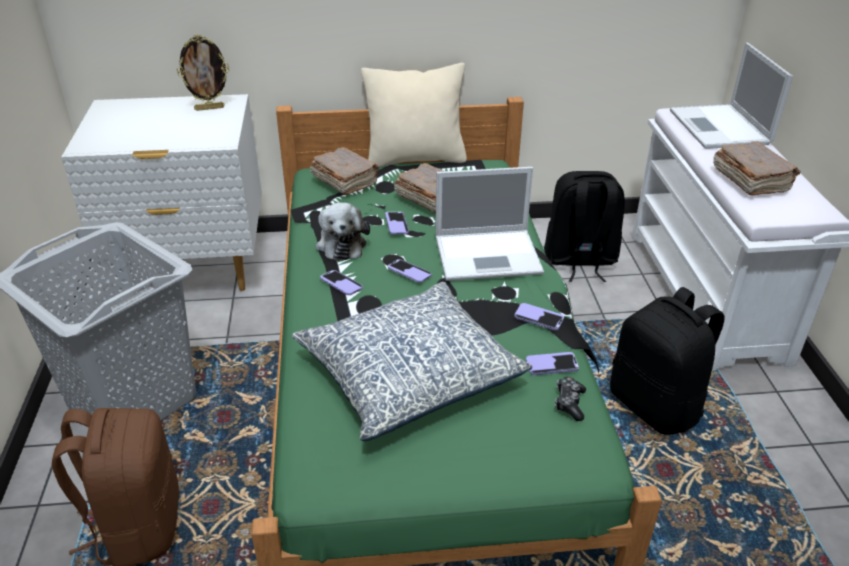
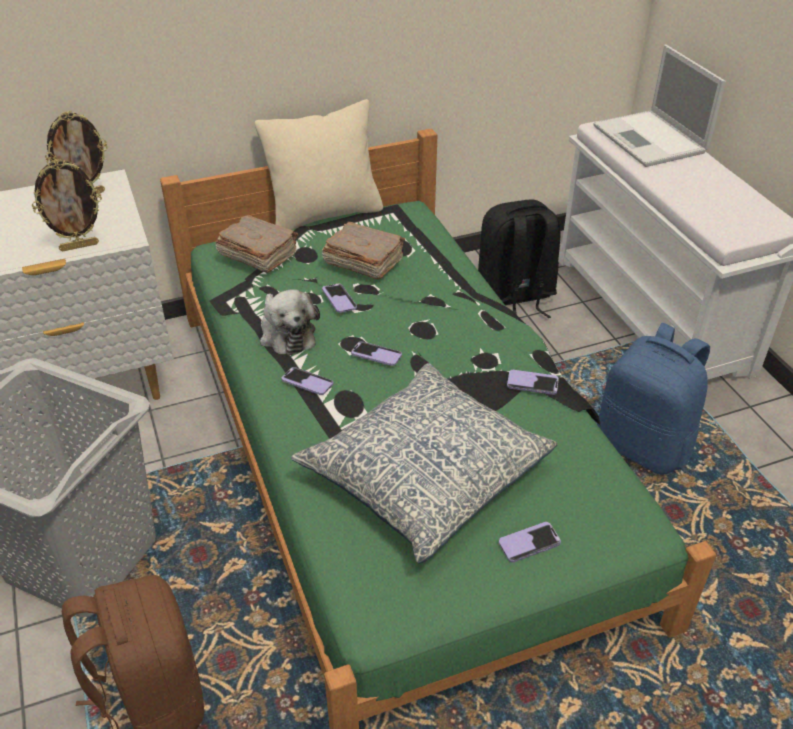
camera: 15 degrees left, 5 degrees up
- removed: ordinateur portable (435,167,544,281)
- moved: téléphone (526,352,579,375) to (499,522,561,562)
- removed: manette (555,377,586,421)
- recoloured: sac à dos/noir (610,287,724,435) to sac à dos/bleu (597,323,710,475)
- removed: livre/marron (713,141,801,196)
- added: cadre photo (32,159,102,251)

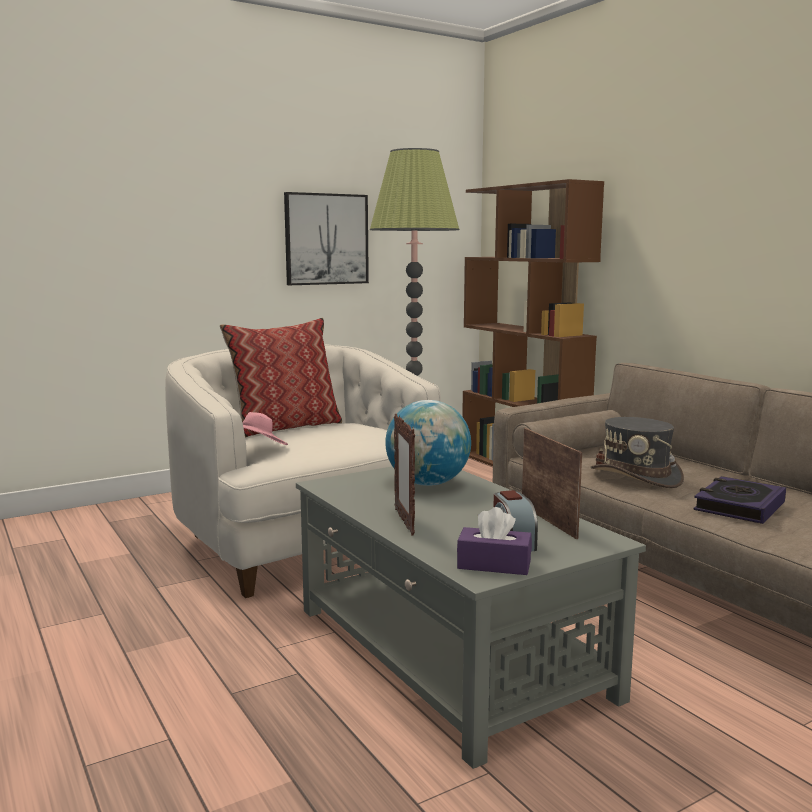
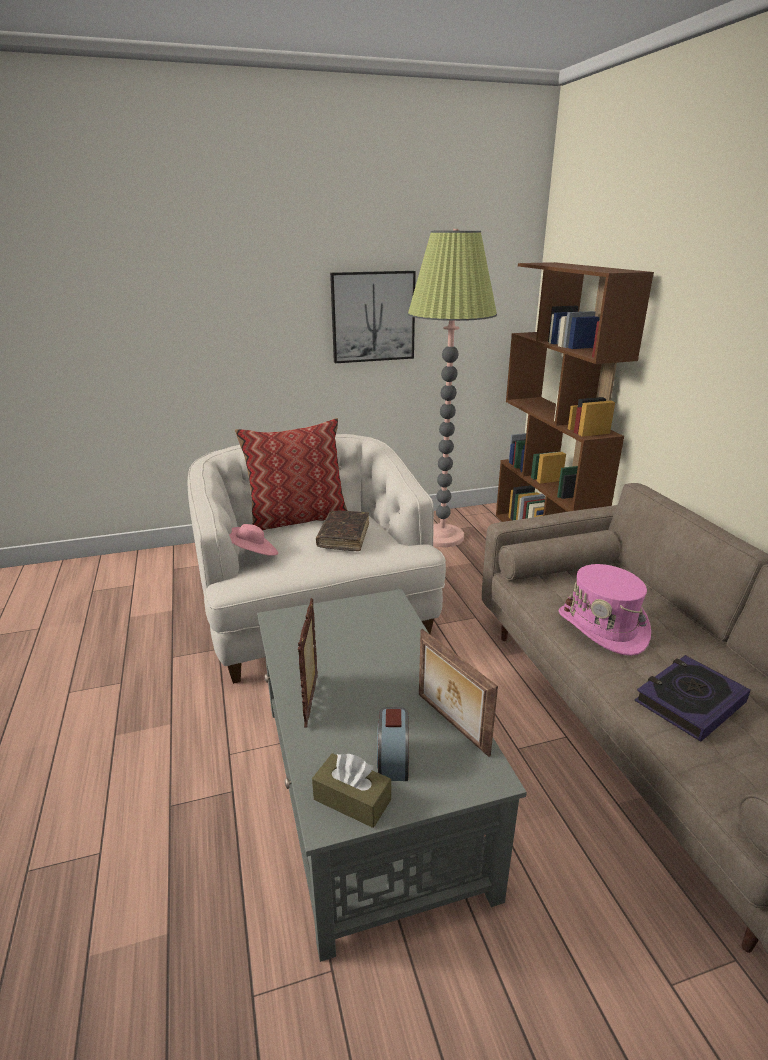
camera: 15 degrees right, 15 degrees up
- removed: globe (385,400,471,486)
- recoloured: boîte à mouchoirs/violet (457,507,532,575) to boîte à mouchoirs/marron (312,753,391,828)
- turned: cadre photo (522,428,582,539) = (419,629,498,757) 150 degrees clockwise
- recoloured: chapeau/gris (590,417,684,488) to chapeau/rose (559,564,651,656)
- added: livre/marron (316,510,369,551)

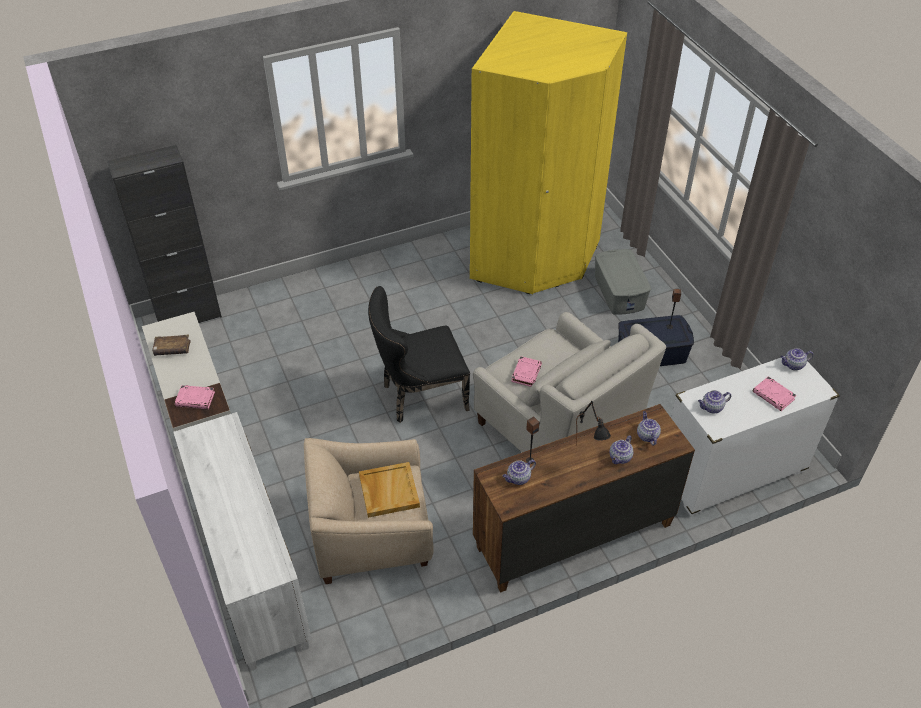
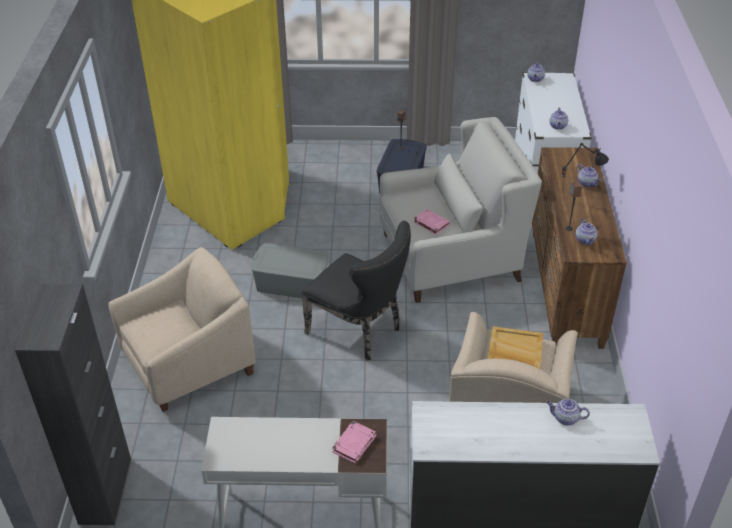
camera: 65 degrees left, 5 degrees down
- removed: livre/marron (152,334,191,356)
- turned: chaise/noir (368,286,470,423) = (302,221,411,361) 60 degrees counterclockwise
- moved: boîte de rangement/gris (595,249,651,315) to (251,243,328,298)
- moved: théière (637,411,661,446) to (547,398,590,425)
- removed: livre/rose (753,376,797,411)
- added: fauteuil/beige (108,247,256,412)

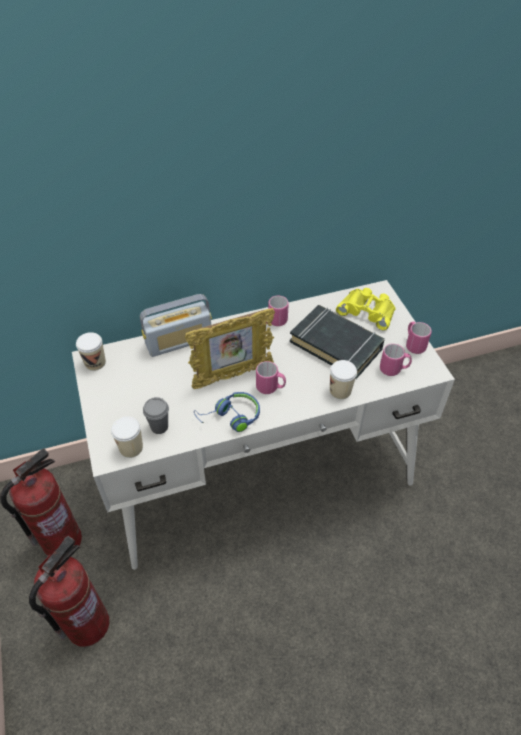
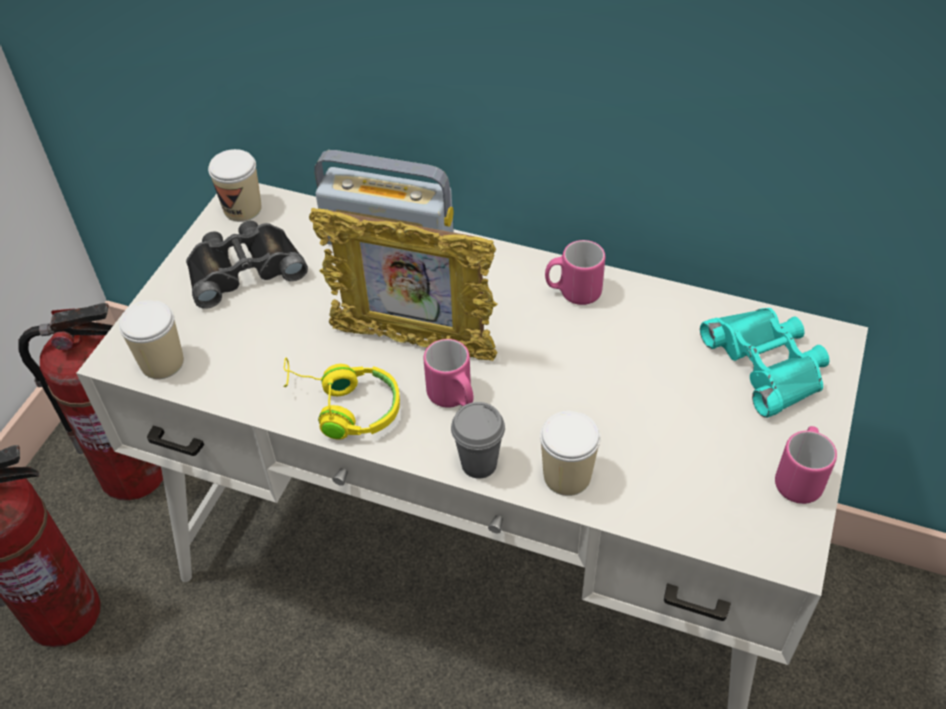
camera: 40 degrees right, 0 degrees up
- moved: tasse/gris (143,397,169,434) to (451,402,505,479)
- recoloured: casque audio/bleu (194,392,260,432) to casque audio/jaune (283,358,400,440)
- removed: livre/noir (290,305,385,379)
- recoloured: jumelles/jaune (336,288,396,330) to jumelles/turquoise (700,308,829,418)
- removed: mug/rose (380,344,412,376)
- added: jumelles/noir (186,221,308,309)

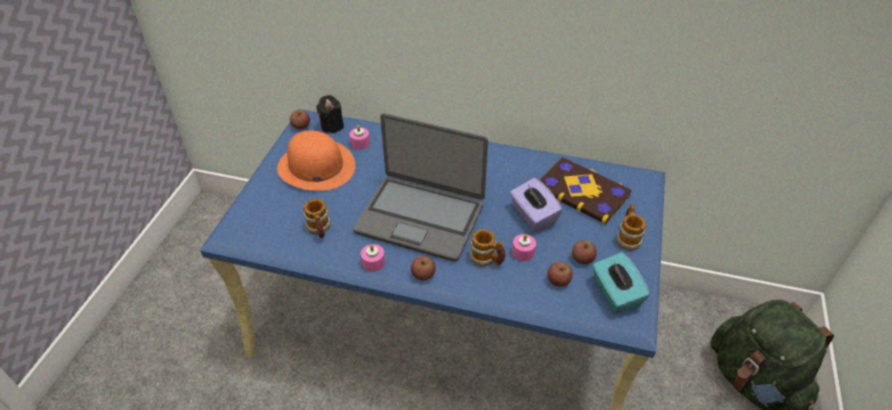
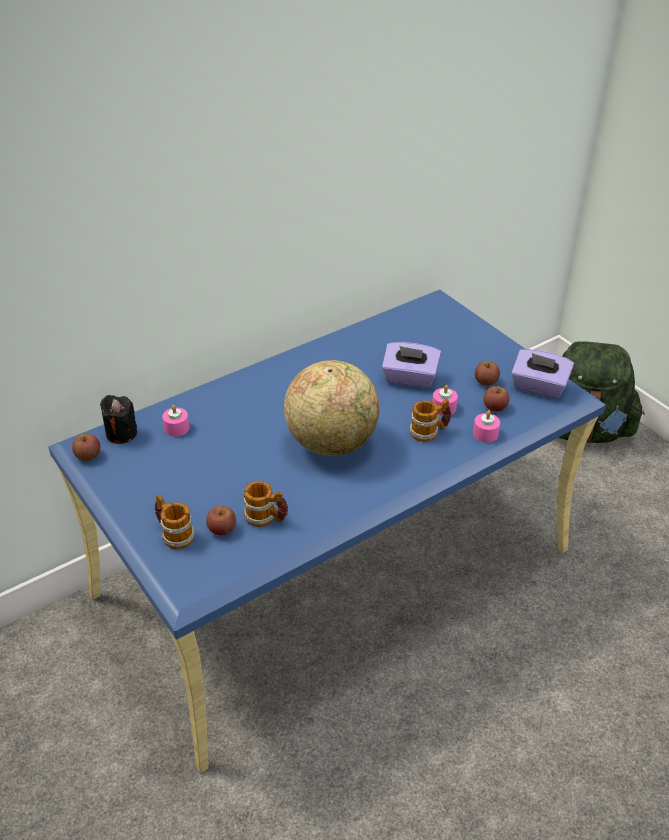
camera: 50 degrees left, 5 degrees down
- removed: chapeau/orange (277,130,355,191)
- replaced: ordinateur portable (353,113,488,262) to globe (284,360,380,456)
- moved: bougie/rose (361,244,385,272) to (473,411,500,442)
- moved: pomme (411,256,436,281) to (206,506,236,536)
- removed: livre (539,157,632,224)
- recoloured: boîte à mouchoirs/turquoise (592,252,650,314) to boîte à mouchoirs/violet (511,349,574,399)
- moved: mug (617,204,646,251) to (155,495,195,549)

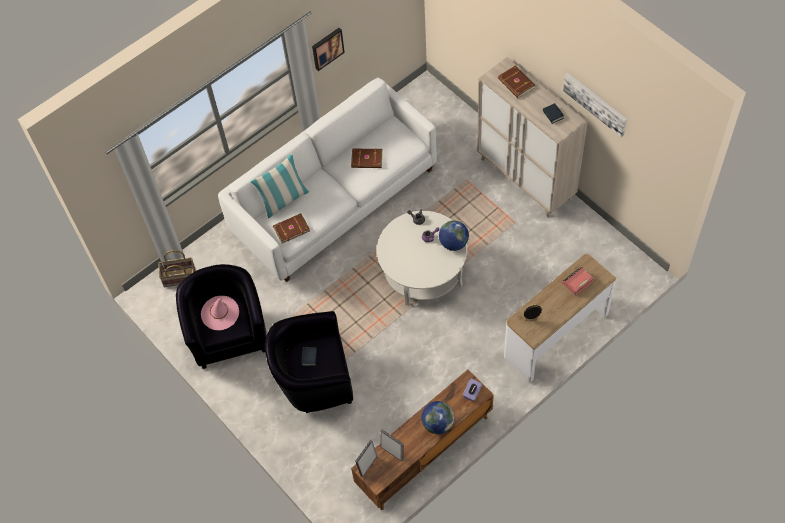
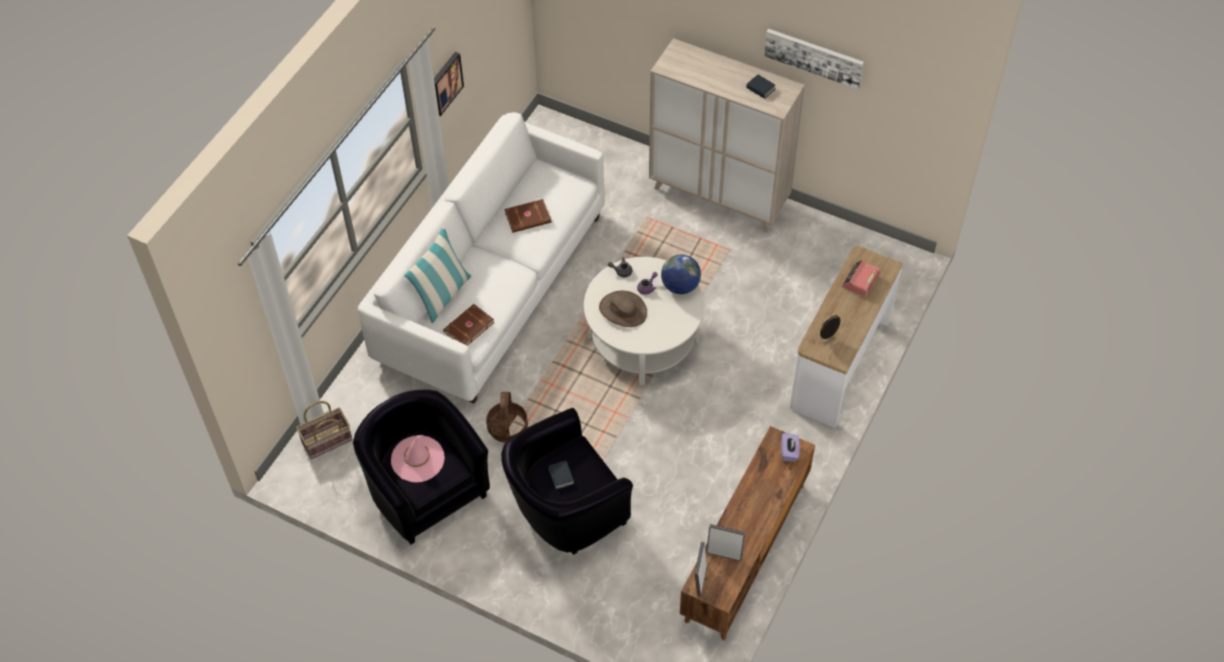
camera: 25 degrees left, 5 degrees down
- removed: globe (421,401,455,434)
- removed: livre/marron (498,66,535,98)
- added: panier (486,392,528,442)
- added: chapeau/marron (599,291,647,327)

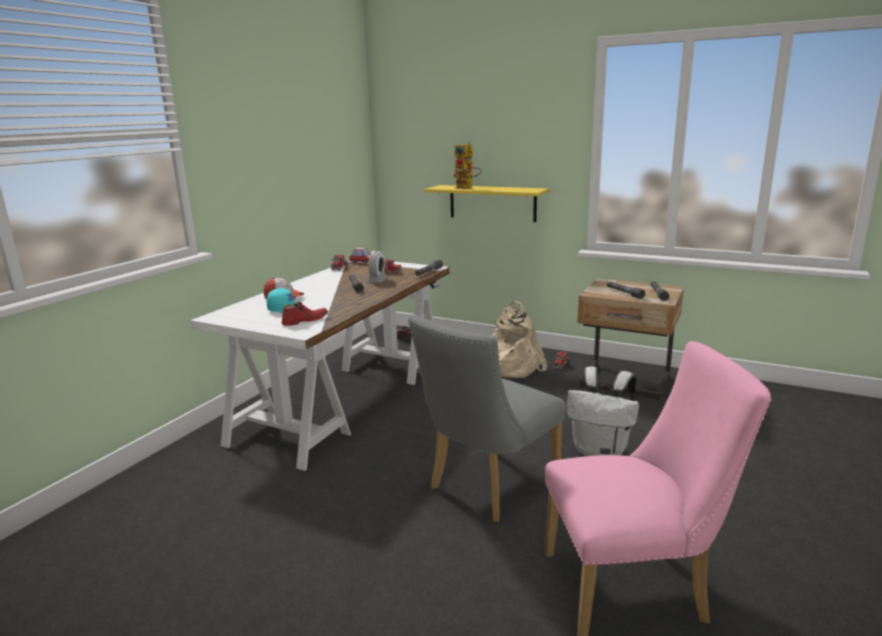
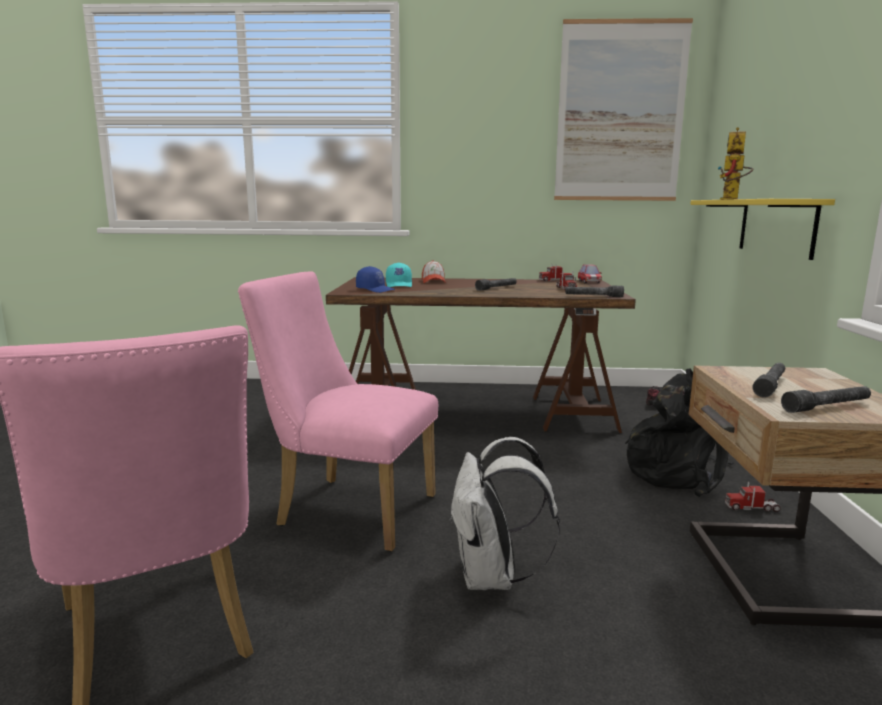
camera: 65 degrees right, 5 degrees down
- recoloured: bureau/blanc (190,261,449,471) to bureau/marron (326,277,636,433)
- replaced: chaussure/rouge (282,302,328,326) to casquette/bleu (356,266,395,293)
- removed: réveil (368,250,387,283)
- recoloured: chaise/gris (408,314,566,522) to chaise/rose (238,272,438,552)
- recoloured: sac à dos/beige (492,301,547,378) to sac à dos/noir (625,368,734,497)
- added: tableau (554,18,693,201)

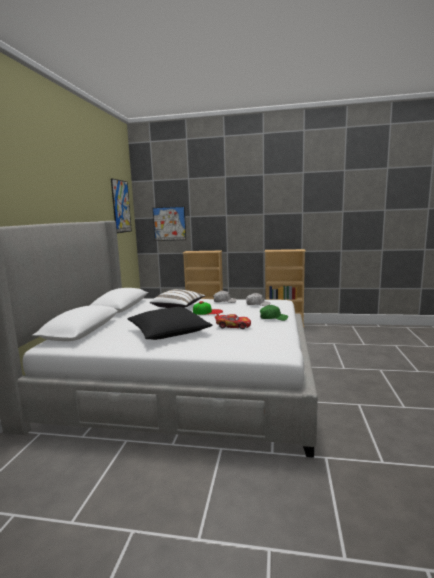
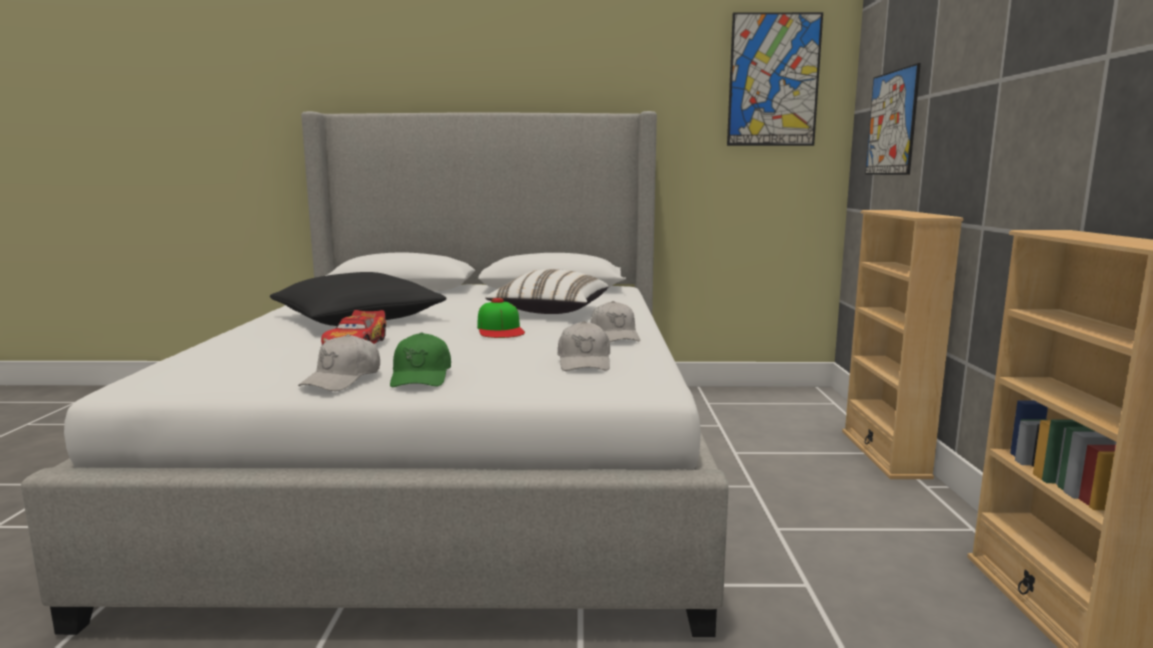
camera: 80 degrees right, 0 degrees up
- added: casquette/blanc (298,334,380,391)

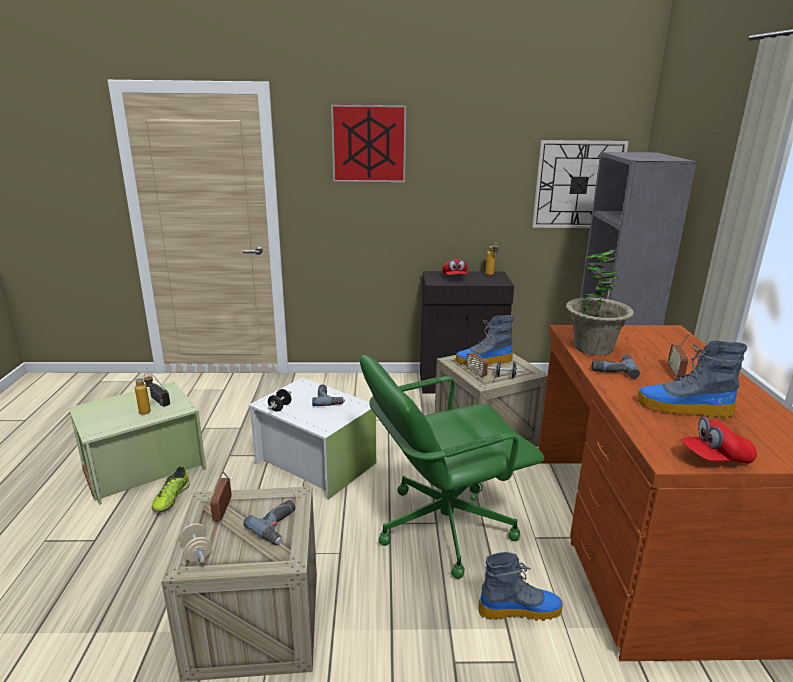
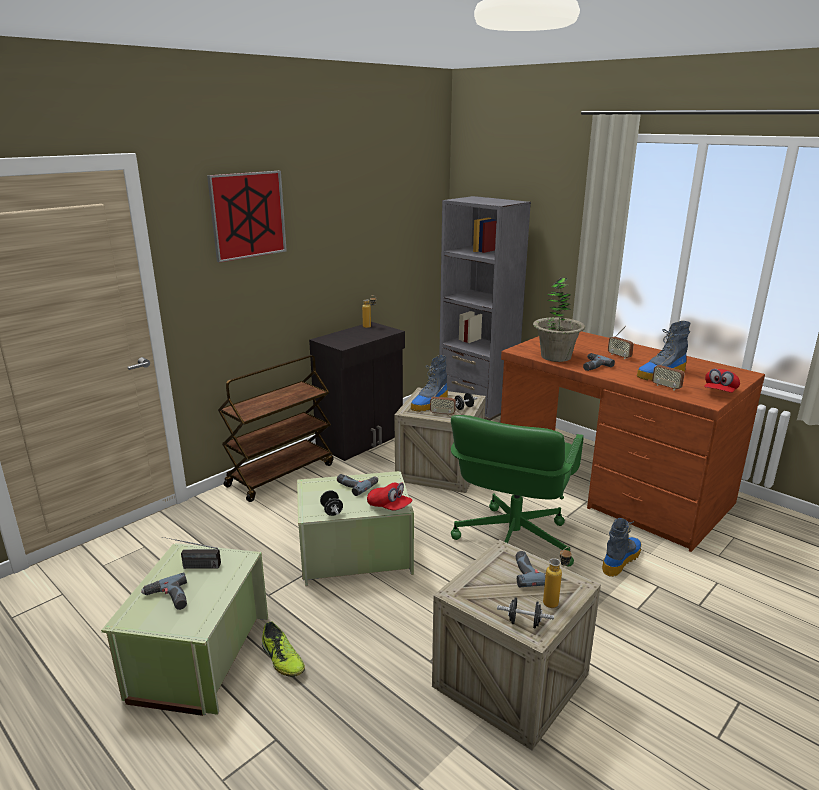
camera: 45 degrees left, 0 degrees up
- moved: bouteille (135,373,153,415) to (543,547,572,608)
- recoloured: haltère/beige (179,523,212,563) to haltère/noir (497,597,554,628)
- moved: radio (210,471,232,521) to (652,353,685,391)
- recoloured: boîte de rangement/blanc (249,377,376,500) to boîte de rangement/vert (297,471,414,586)
- moved: casquette/rouge (442,259,468,275) to (367,482,413,511)
- removed: horloge murale (532,140,629,228)
- added: perceuse (141,572,187,610)
- added: chariot/marron (218,355,334,502)

